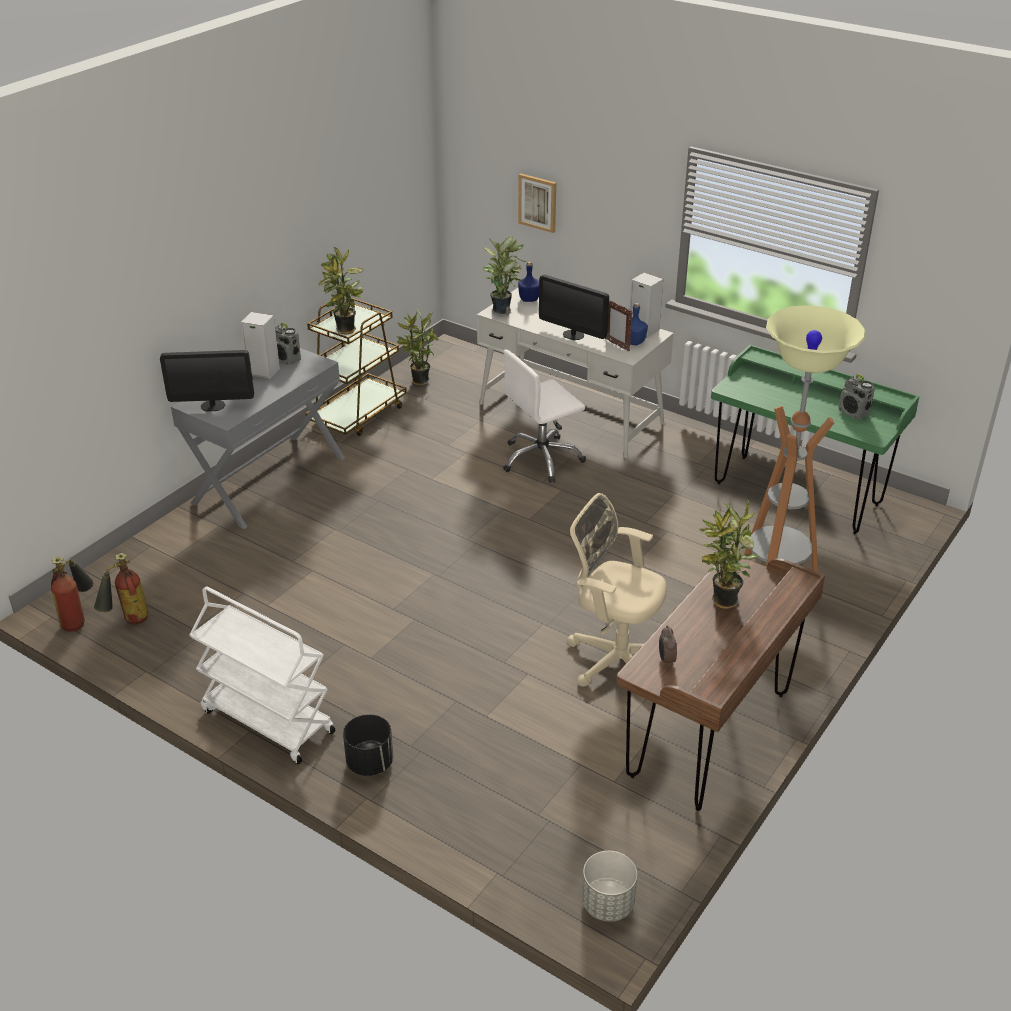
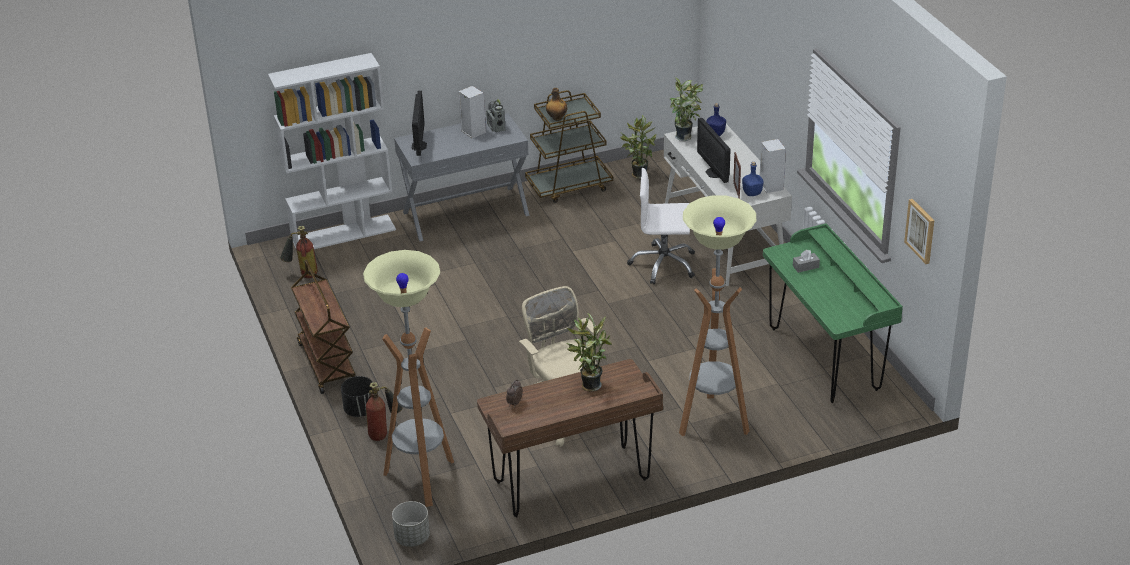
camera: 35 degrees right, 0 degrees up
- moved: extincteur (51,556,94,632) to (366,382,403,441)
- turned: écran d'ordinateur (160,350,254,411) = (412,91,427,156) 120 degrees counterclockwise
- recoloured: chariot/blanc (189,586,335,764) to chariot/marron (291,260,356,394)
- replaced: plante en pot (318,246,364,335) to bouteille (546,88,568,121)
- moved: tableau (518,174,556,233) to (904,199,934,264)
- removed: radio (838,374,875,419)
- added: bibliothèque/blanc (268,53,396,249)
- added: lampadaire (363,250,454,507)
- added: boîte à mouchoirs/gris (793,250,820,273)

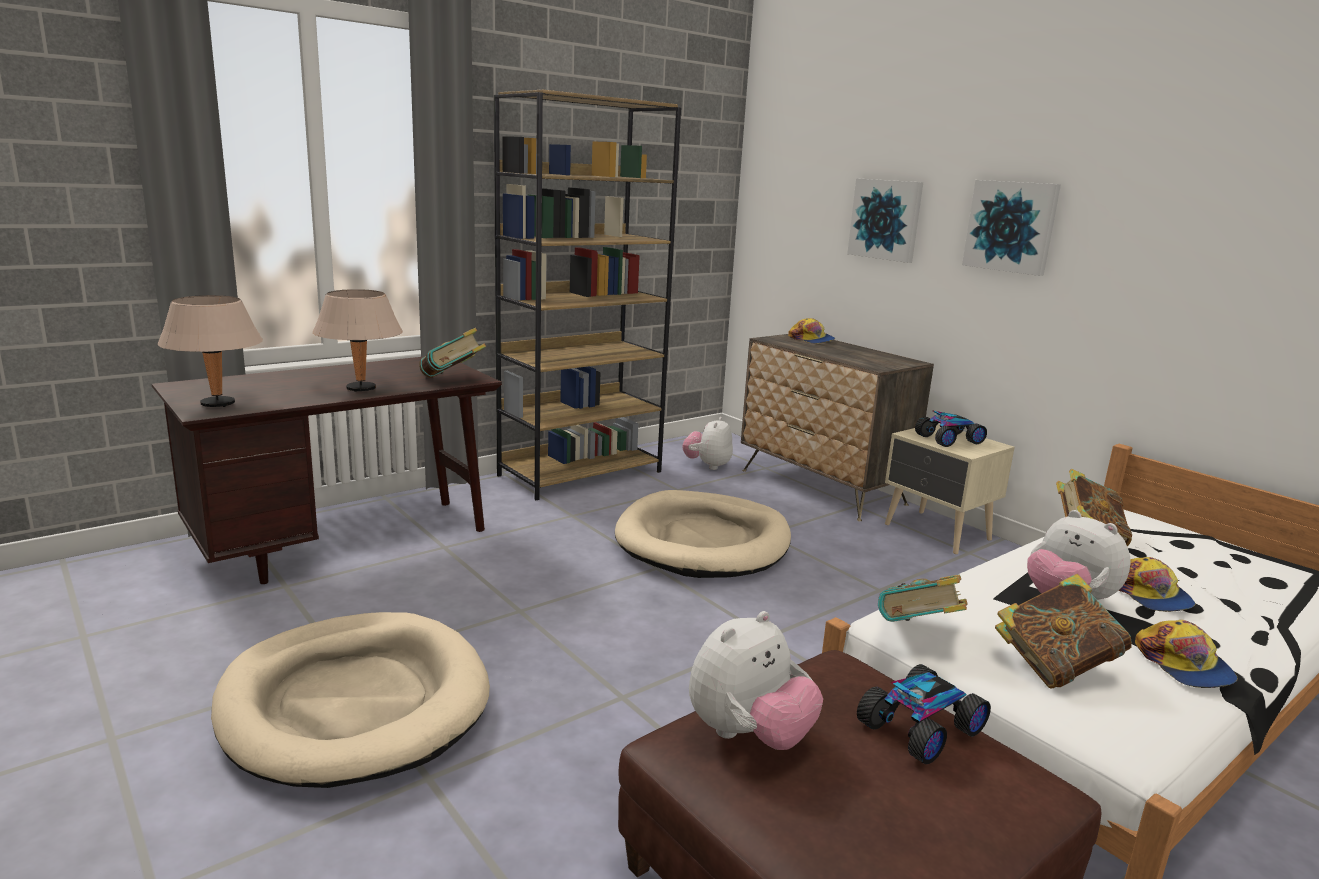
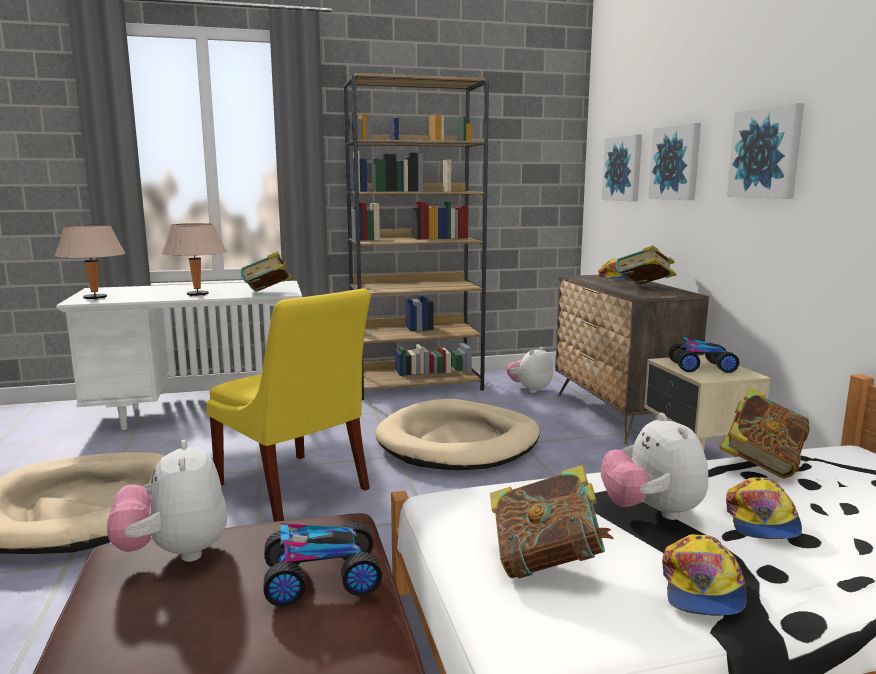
camera: 25 degrees right, 5 degrees down
- recoloured: bureau/marron (152,356,502,584) to bureau/blanc (56,281,302,430)
- turned: peluche (689,611,823,750) = (107,440,227,562) 90 degrees clockwise
- moved: livre (878,574,967,622) to (616,245,677,285)
- added: chaise/jaune (206,289,371,522)
- added: tableau (602,134,642,202)

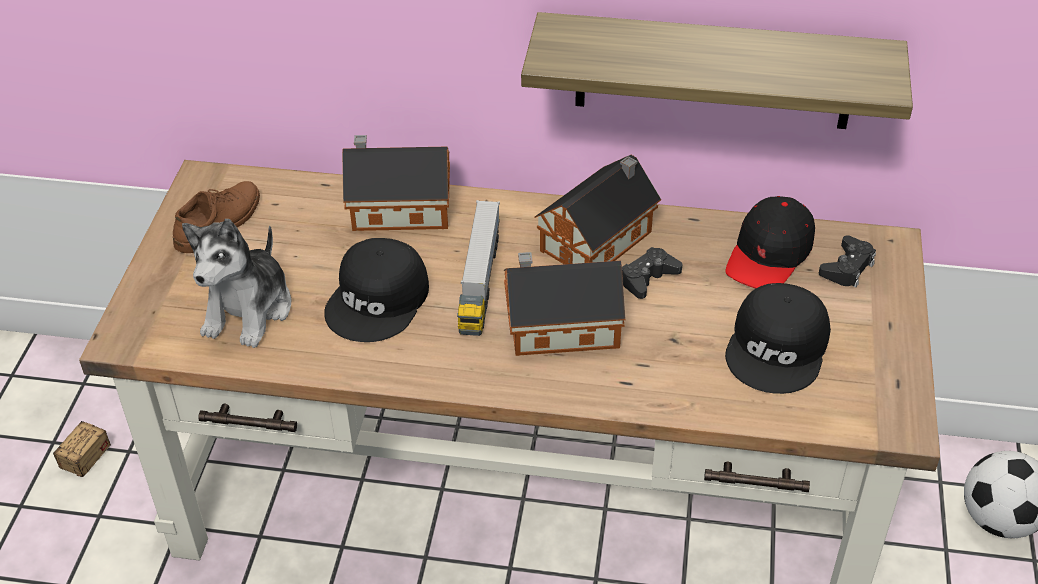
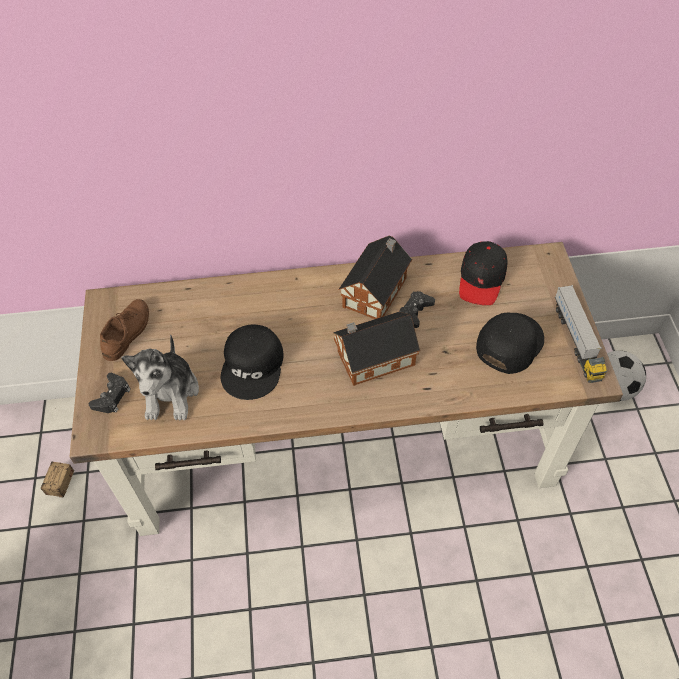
camera: 15 degrees left, 10 degrees up
- removed: maison miniature (342,135,450,231)
- moved: camion jouet (457,200,500,336) to (555,285,607,383)
- removed: étagère (521,12,913,129)
- turned: casquette/noir (725,283,831,394) = (476,313,544,374) 150 degrees counterclockwise
- moved: manette/noir (819,235,876,288) to (89,373,131,413)

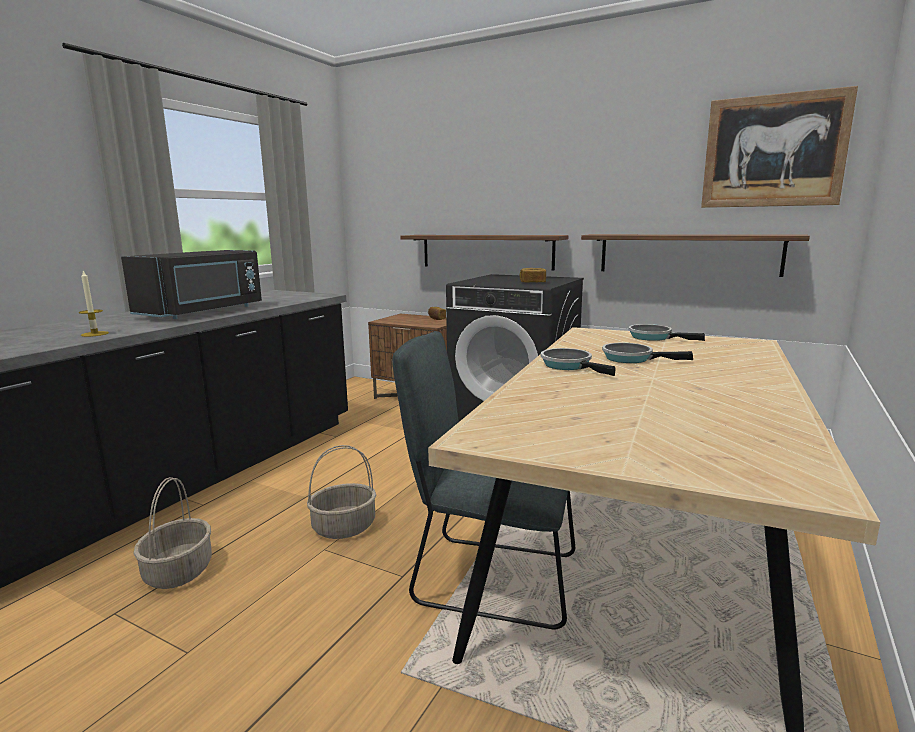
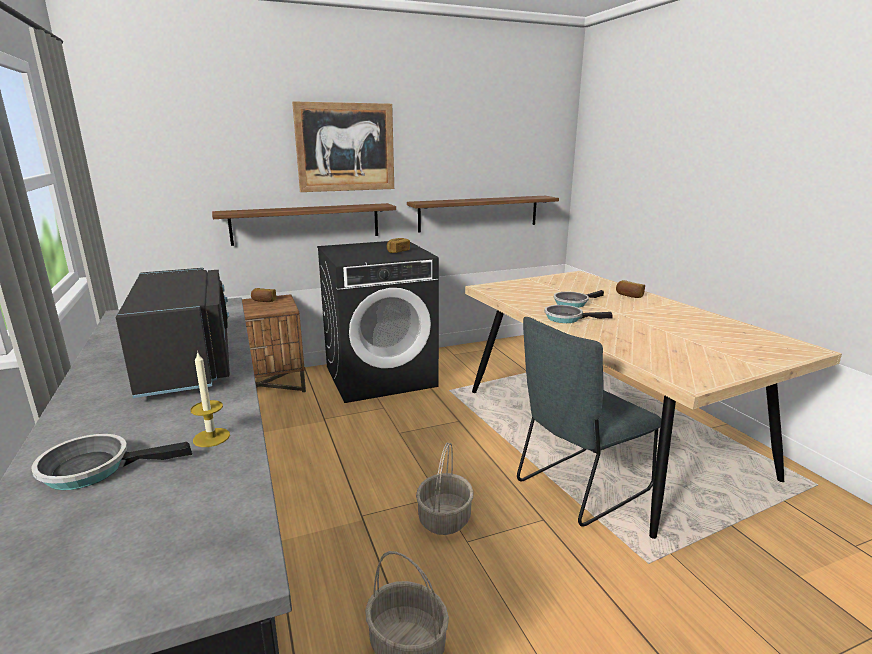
camera: 50 degrees left, 5 degrees up
- moved: poêle (629,324,705,341) to (31,434,192,490)
- moved: tableau (701,86,858,208) to (292,101,394,192)
- added: pain (616,280,645,298)

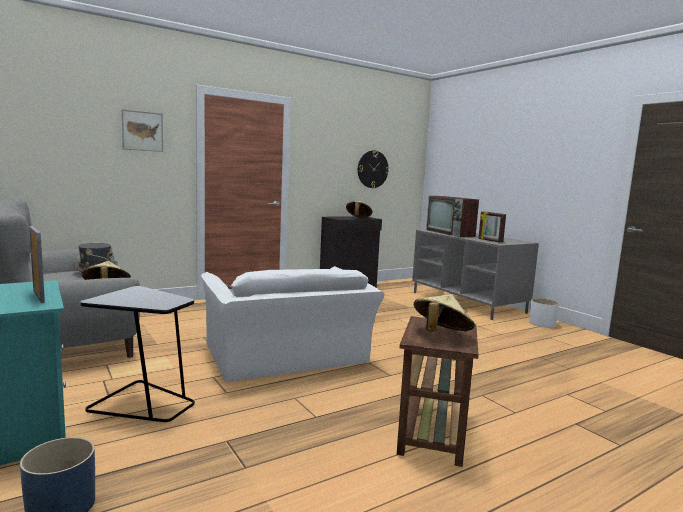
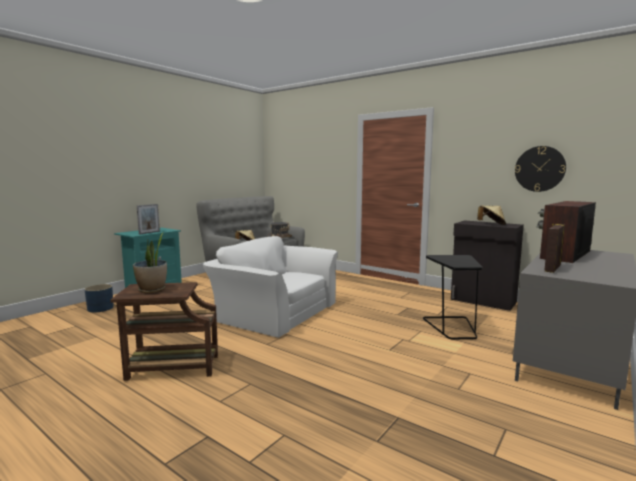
camera: 70 degrees right, 0 degrees up
- moved: table d'appoint/noir (80,286,195,422) to (423,255,482,340)
- removed: tableau (122,109,163,152)
- turned: fauteuil/blanc (201,266,385,382) = (203,236,338,338) 75 degrees clockwise
- replaced: chapeau/beige (414,294,475,332) to plante en pot (133,232,167,293)
- removed: cache-pot/blanc (529,298,559,328)

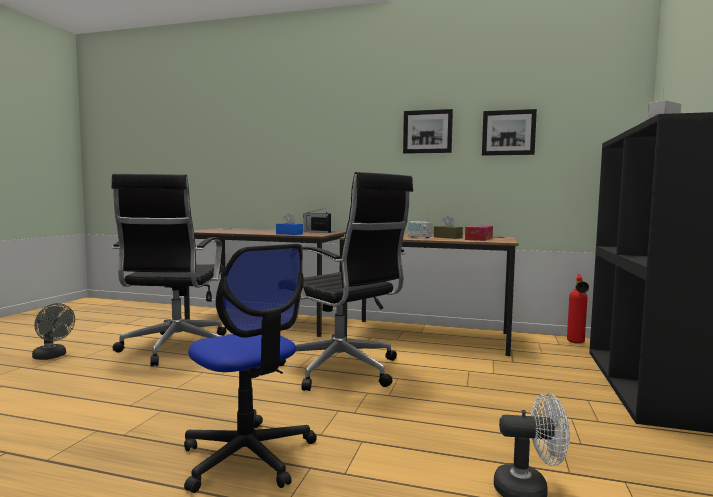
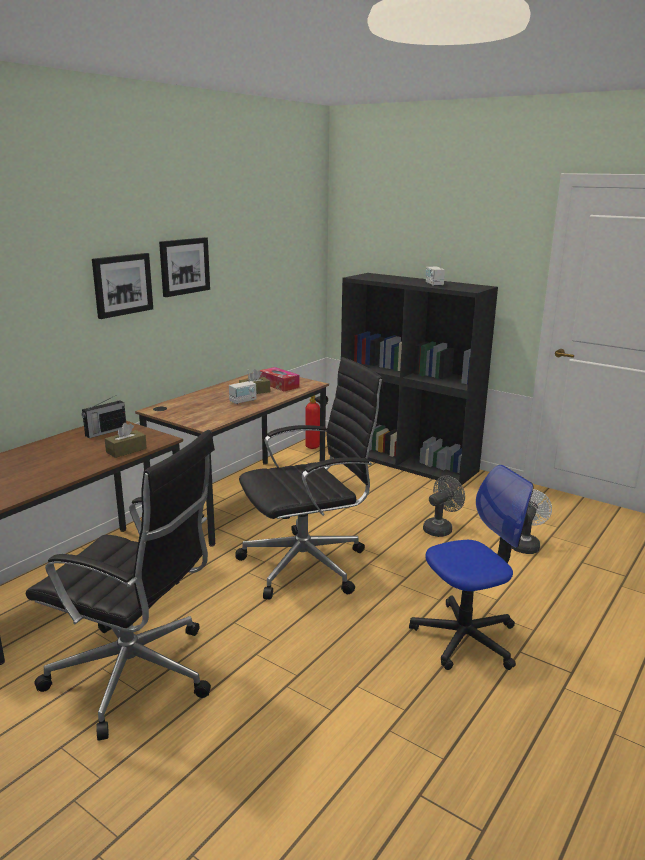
camera: 70 degrees left, 15 degrees up
- moved: ventilateur/gris (32,303,75,360) to (423,475,465,537)
- recoloured: boîte à mouchoirs/bleu (276,213,303,235) to boîte à mouchoirs/marron (105,423,147,458)
- moved: tableau (482,109,537,156) to (92,253,153,319)

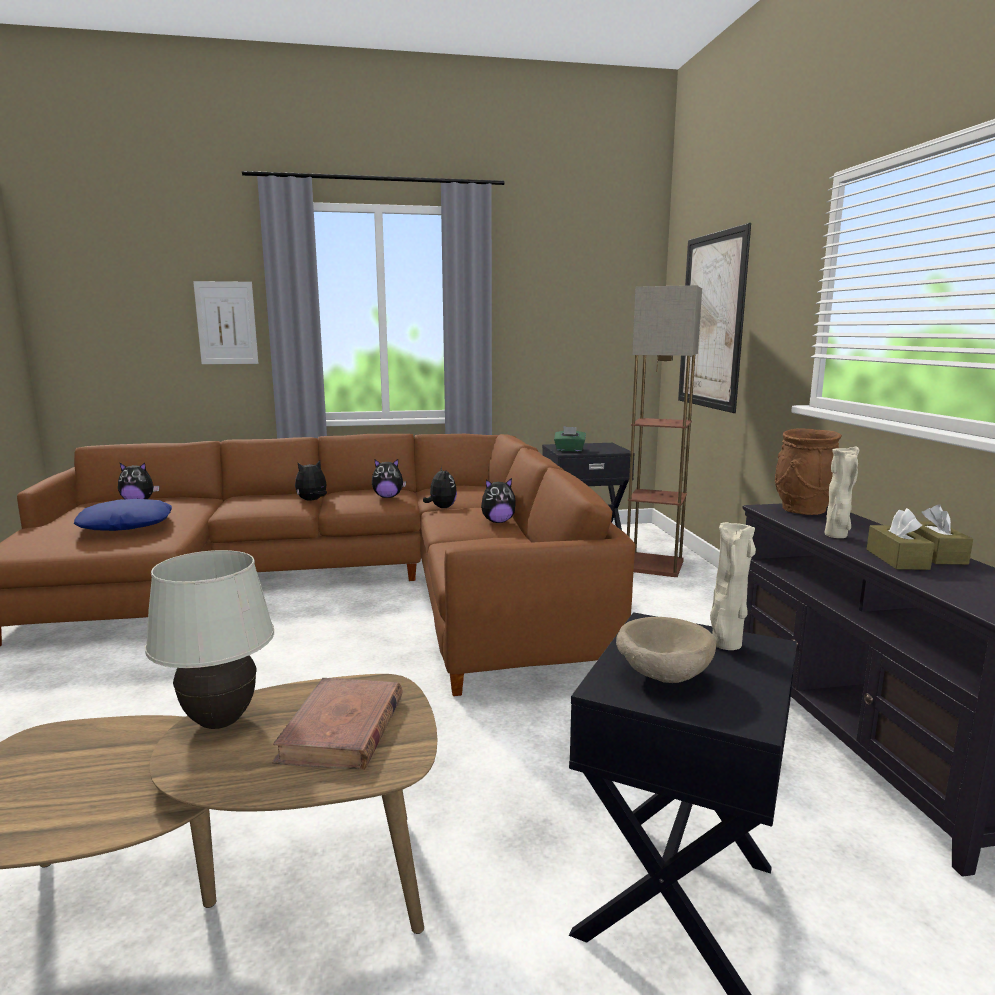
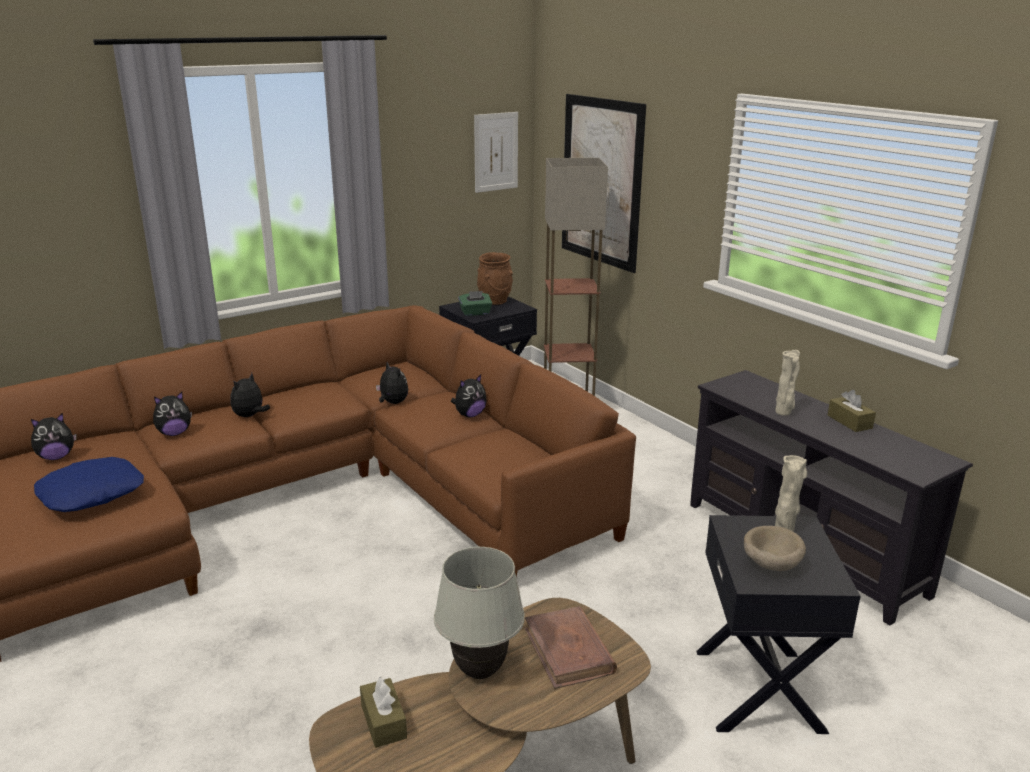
camera: 25 degrees left, 10 degrees up
- moved: tableau (193,281,258,364) to (474,112,518,193)
- moved: peluche (372,459,406,498) to (153,392,192,436)
- moved: vase/marron (775,428,842,515) to (477,252,513,305)
- moved: boîte à mouchoirs/marron (867,508,935,570) to (360,677,407,748)

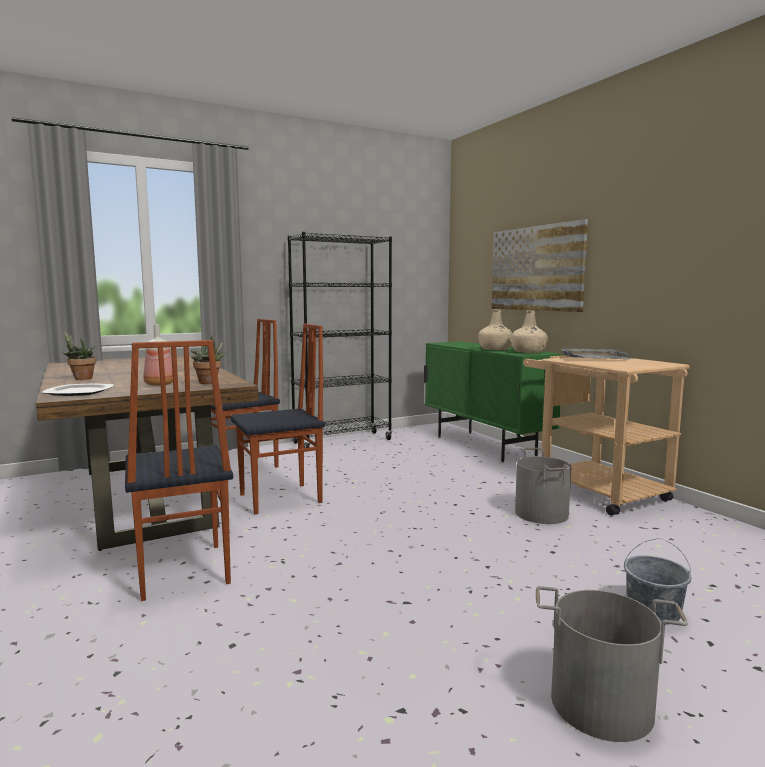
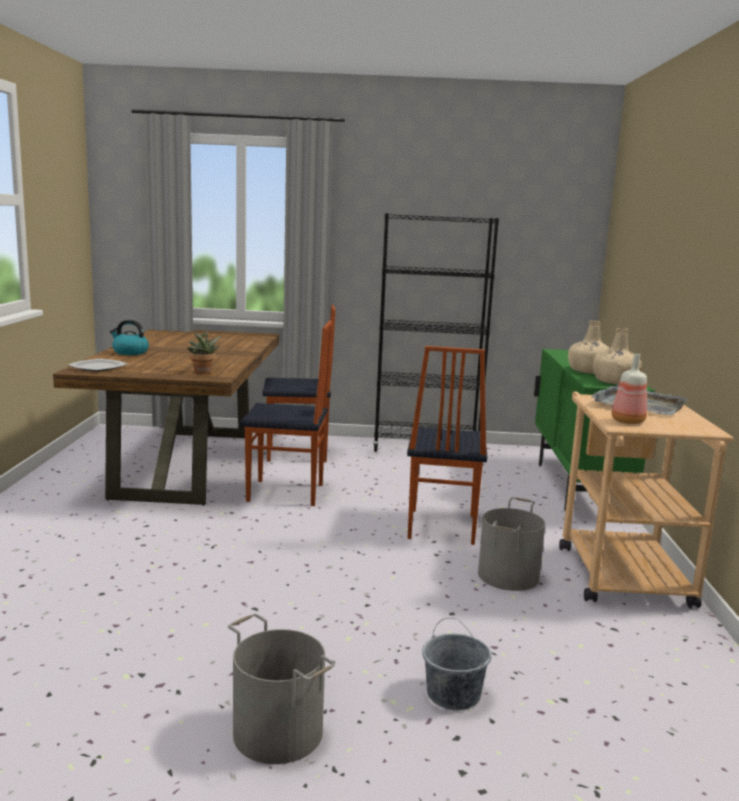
camera: 30 degrees right, 5 degrees up
- replaced: plante en pot (62,331,96,380) to bouilloire (110,320,149,355)
- moved: chaise (125,340,233,601) to (407,346,487,545)
- moved: bouteille (144,324,173,386) to (611,354,647,424)
- removed: tableau (492,219,588,312)

